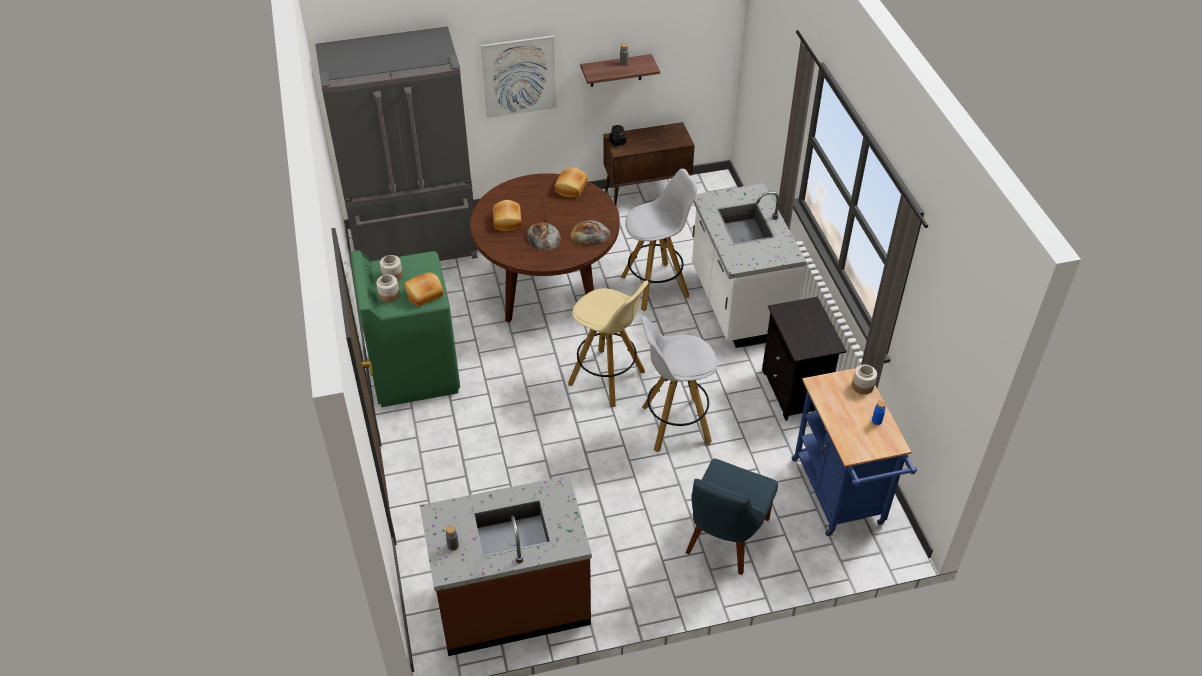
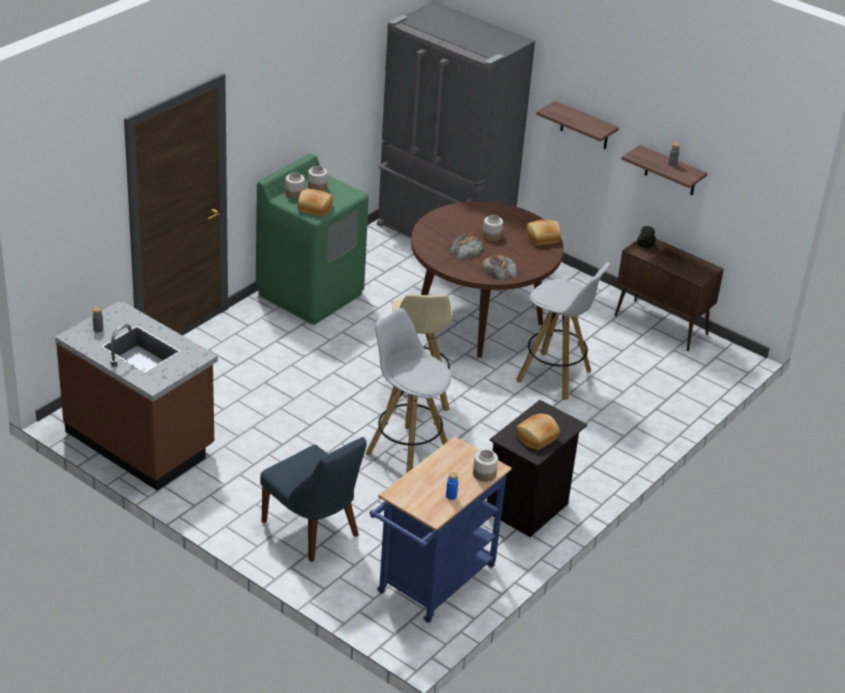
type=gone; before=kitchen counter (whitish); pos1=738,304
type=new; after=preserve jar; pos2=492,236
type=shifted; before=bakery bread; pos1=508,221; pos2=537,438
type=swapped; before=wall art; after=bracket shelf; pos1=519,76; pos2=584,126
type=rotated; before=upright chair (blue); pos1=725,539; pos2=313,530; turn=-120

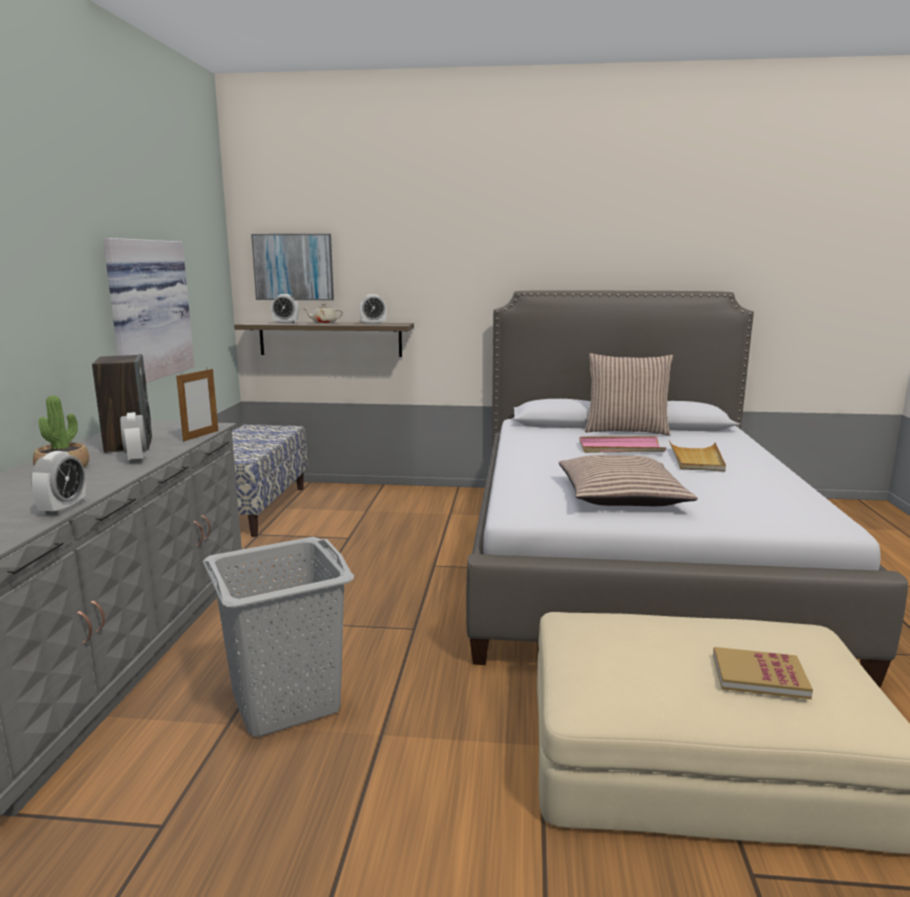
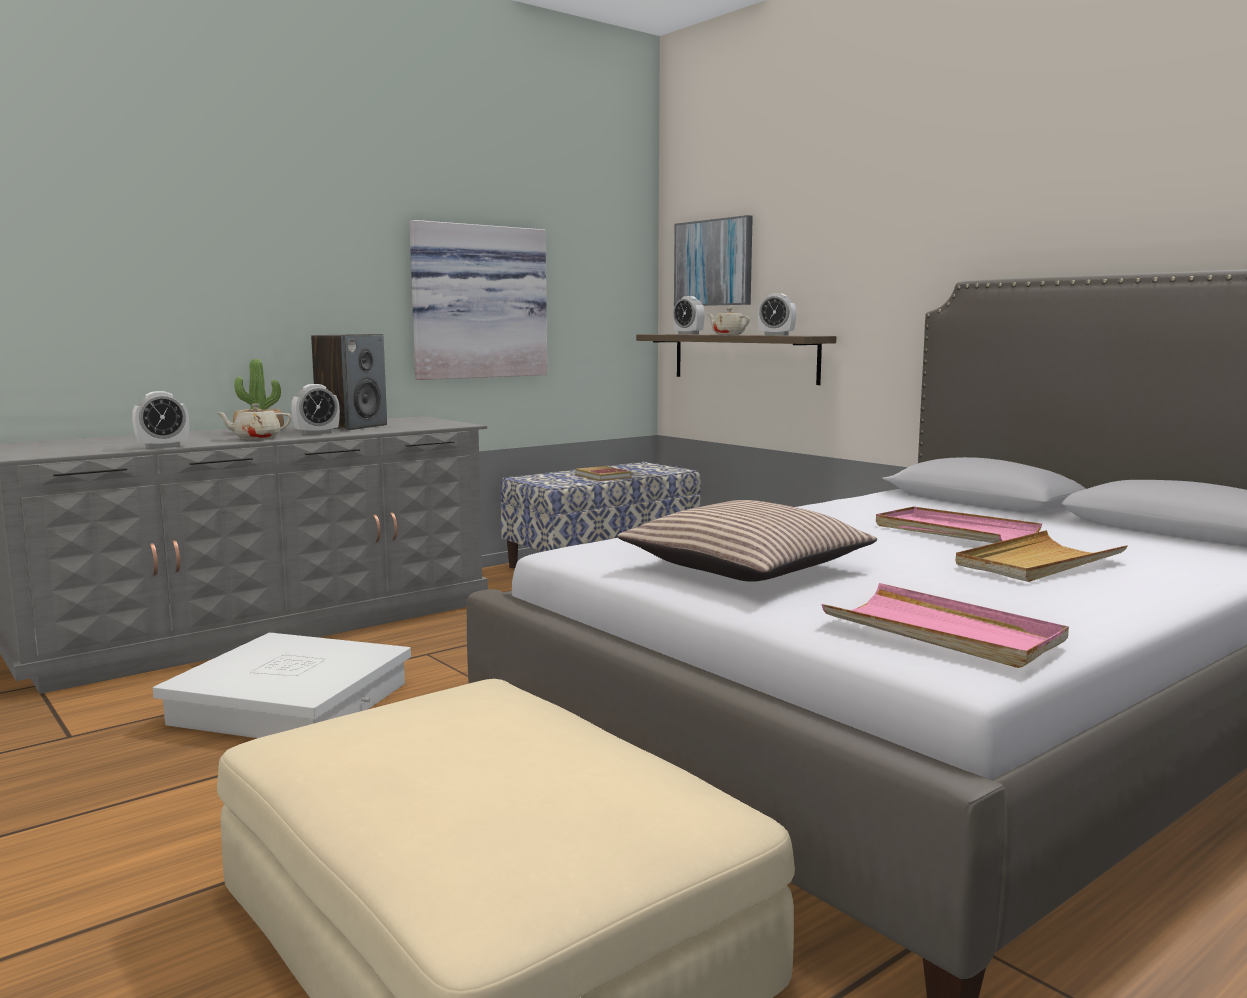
type=gone; before=picture frame; pos1=201,436
type=gone; before=pillow; pos1=626,430
type=new; after=pot for tea (sand-coloured); pos2=256,438
type=new; after=serving tray (pink-coloured); pos2=942,632
type=shifted; before=book; pos1=759,676; pos2=603,476
type=swapped; before=washing basket (greyish); after=storage bin (whitish); pos1=287,702; pos2=290,703
type=rotated; before=table clock; pos1=136,459; pos2=316,433; turn=-150

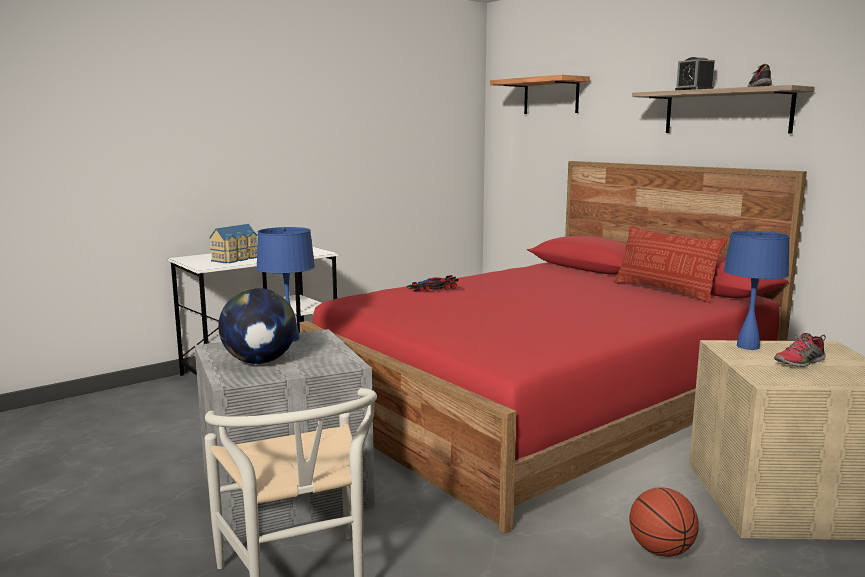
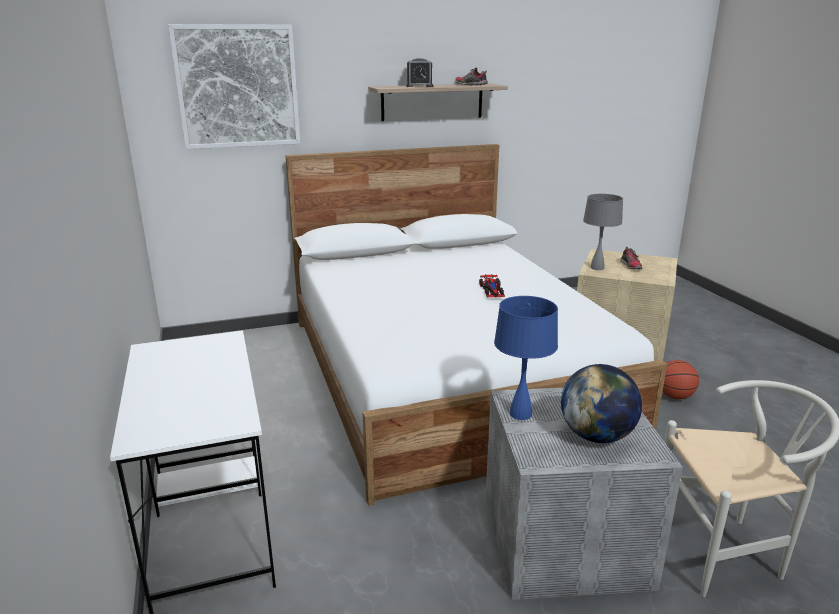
type=gone; before=model house; pos1=236,259
type=gone; before=pillow; pos1=664,291
type=shifted; before=miniature car; pos1=432,288; pos2=492,290
type=swapped; before=bracket shelf; after=wall art; pos1=551,96; pos2=237,87
type=repainted; before=sleeping bed (reddish); after=sleeping bed (whitish); pos1=546,404; pos2=446,373
type=repainted; before=lamp for a table (blue); after=lamp for a table (greyish); pos1=747,346; pos2=596,268

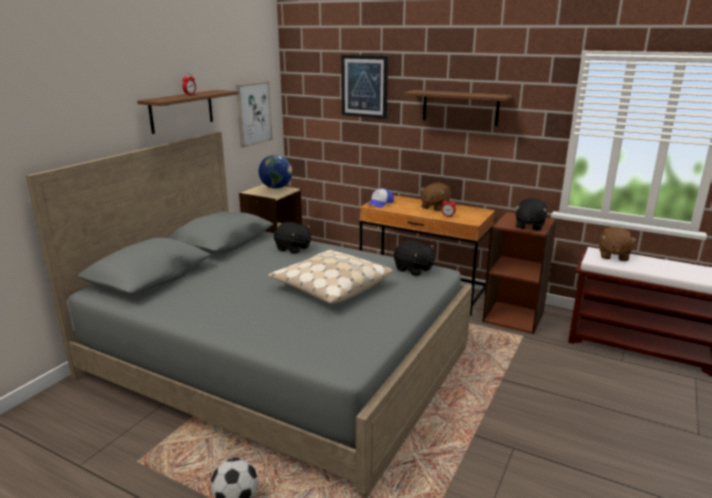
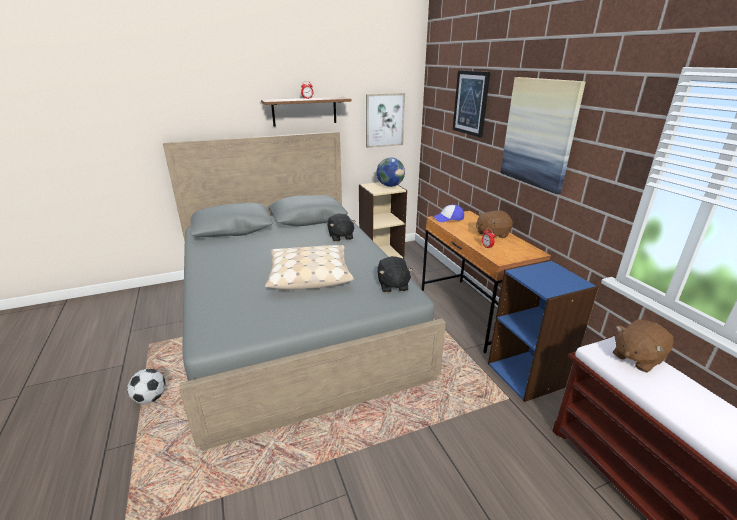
type=gone; before=plush toy (black); pos1=529,226
type=swapped; before=bracket shelf (brown-coloured); after=wall art; pos1=460,107; pos2=539,133
type=repainted; before=shelving unit (brown-coloured); after=shelving unit (blue); pos1=513,316; pos2=527,374

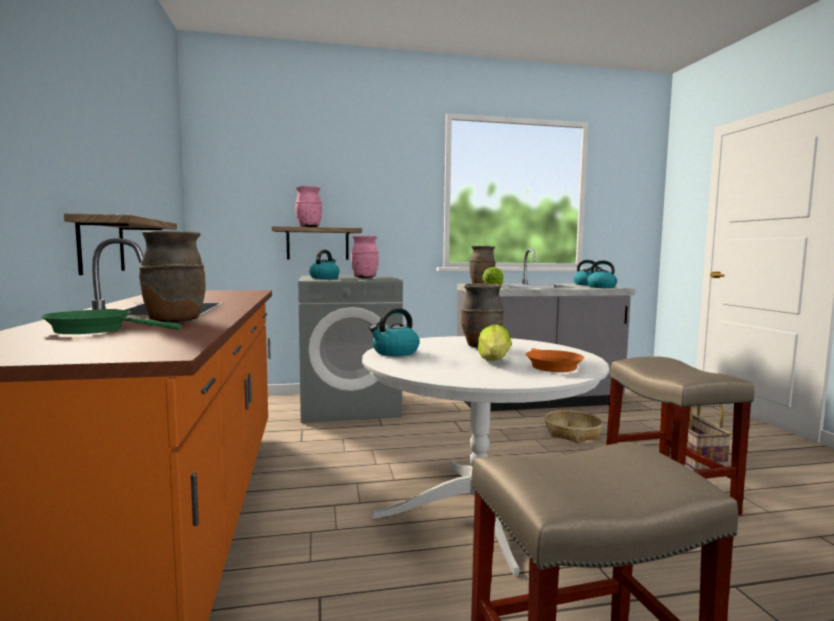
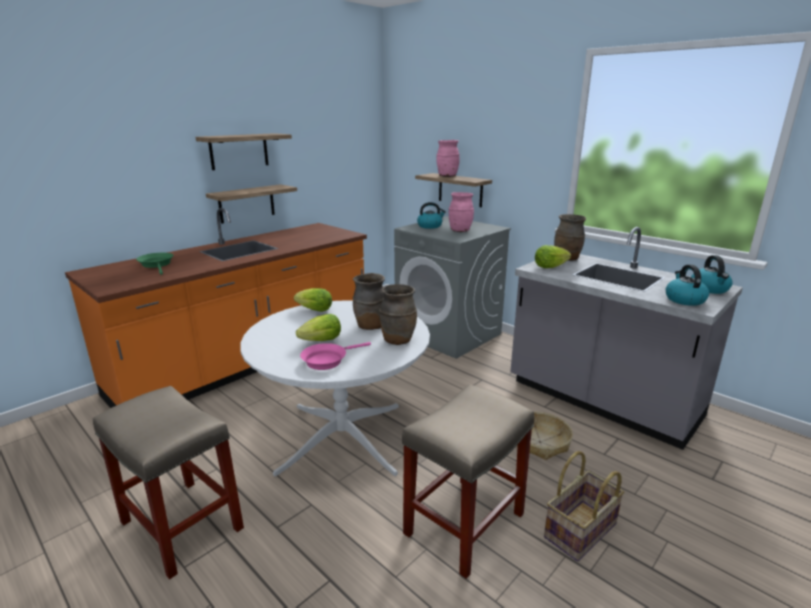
type=new; after=bracket shelf; pos2=239,151
type=shifted; before=decorative vase (brown-coloured); pos1=174,321; pos2=398,340
type=swapped; before=tea kettle; after=lettuce; pos1=395,352; pos2=315,310
type=repainted; before=frying pan (orange-coloured); after=frying pan (pink-coloured); pos1=551,366; pos2=327,360

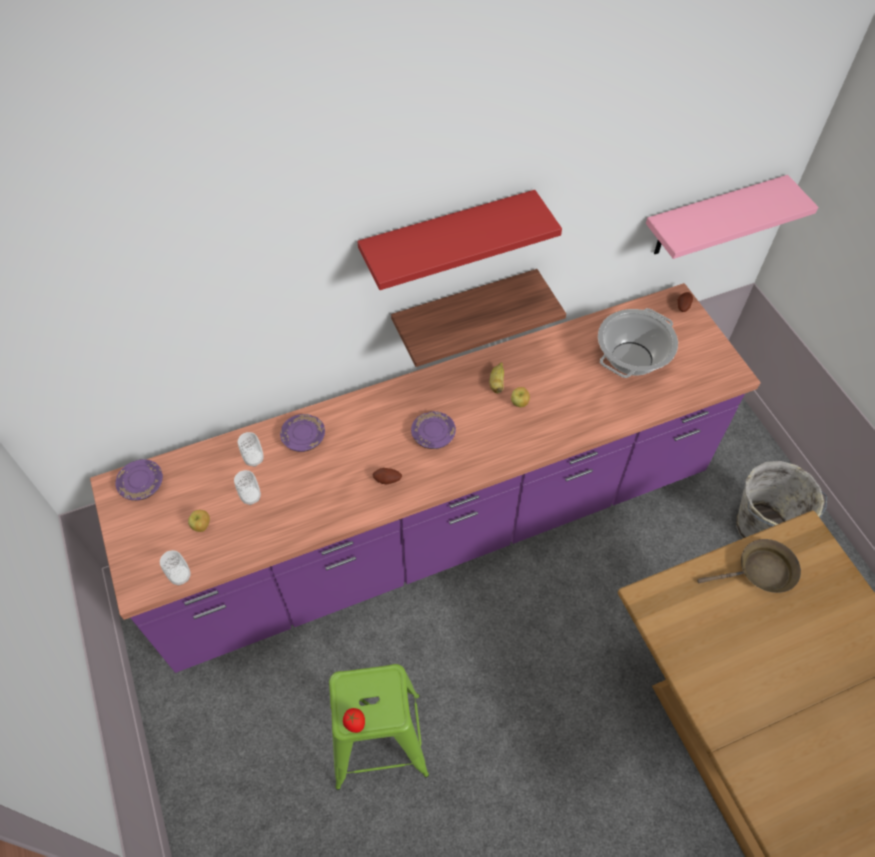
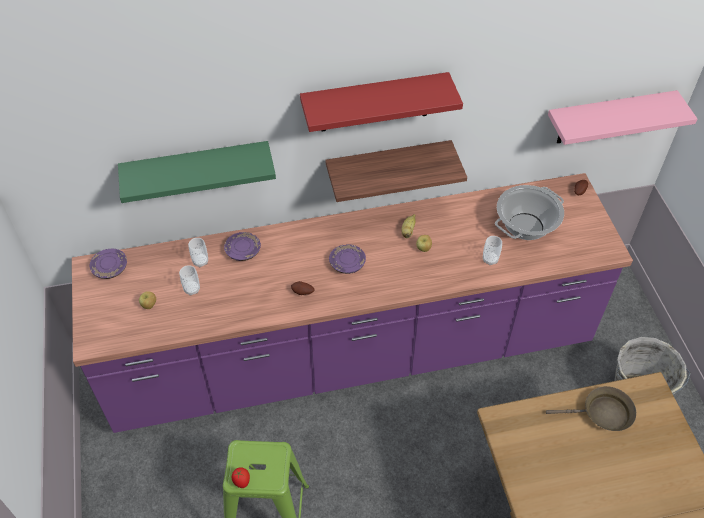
type=new; after=bracket shelf (greenish); pos2=197,170
type=shifted; before=drinking cup; pos1=180,576; pos2=490,259

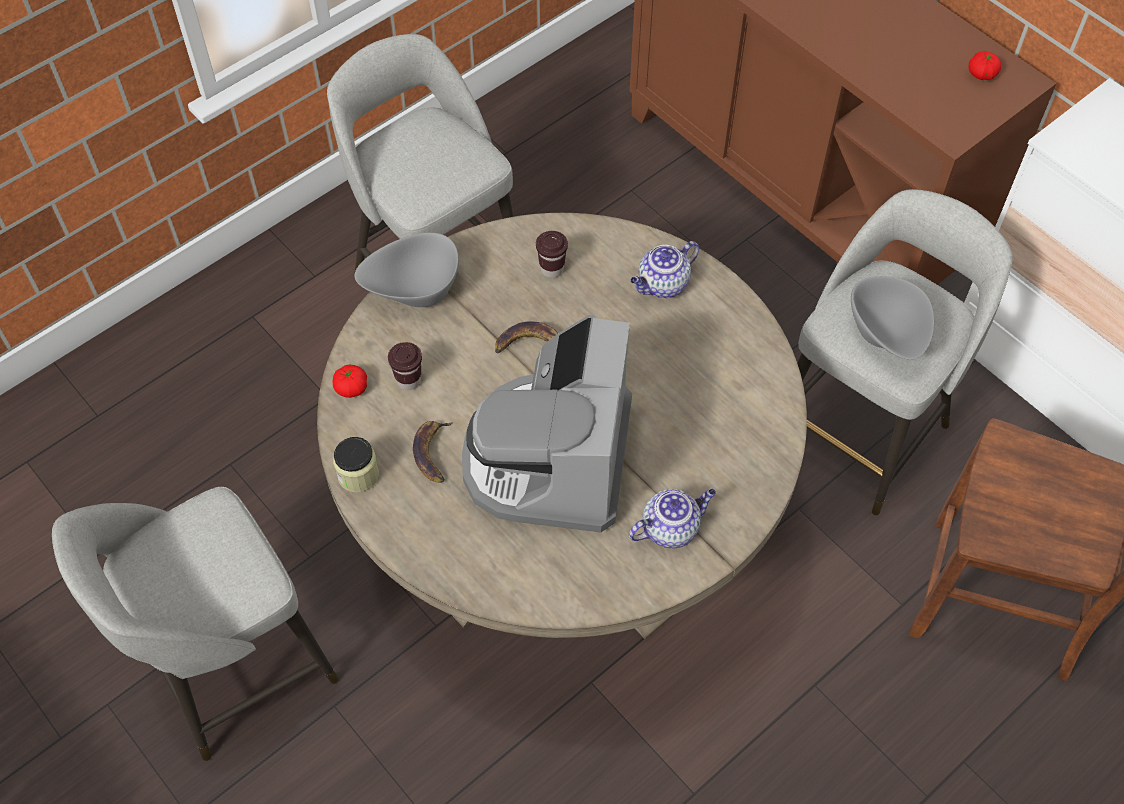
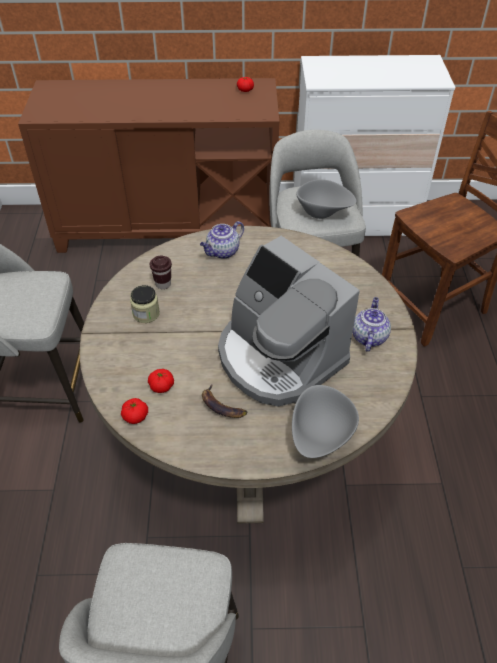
type=gone; before=banana fruit; pos1=529,343
type=shifted; before=preserve jar; pos1=358,475; pos2=146,314
type=shifted; before=serving bowl (greyish); pos1=414,291; pos2=319,439
type=swapped; before=drinking cup (brown-coloured); after=fresh tomato; pos1=408,380; pos2=161,386
type=rotated; before=pot for tea; pos1=662,285; pos2=222,252; turn=45

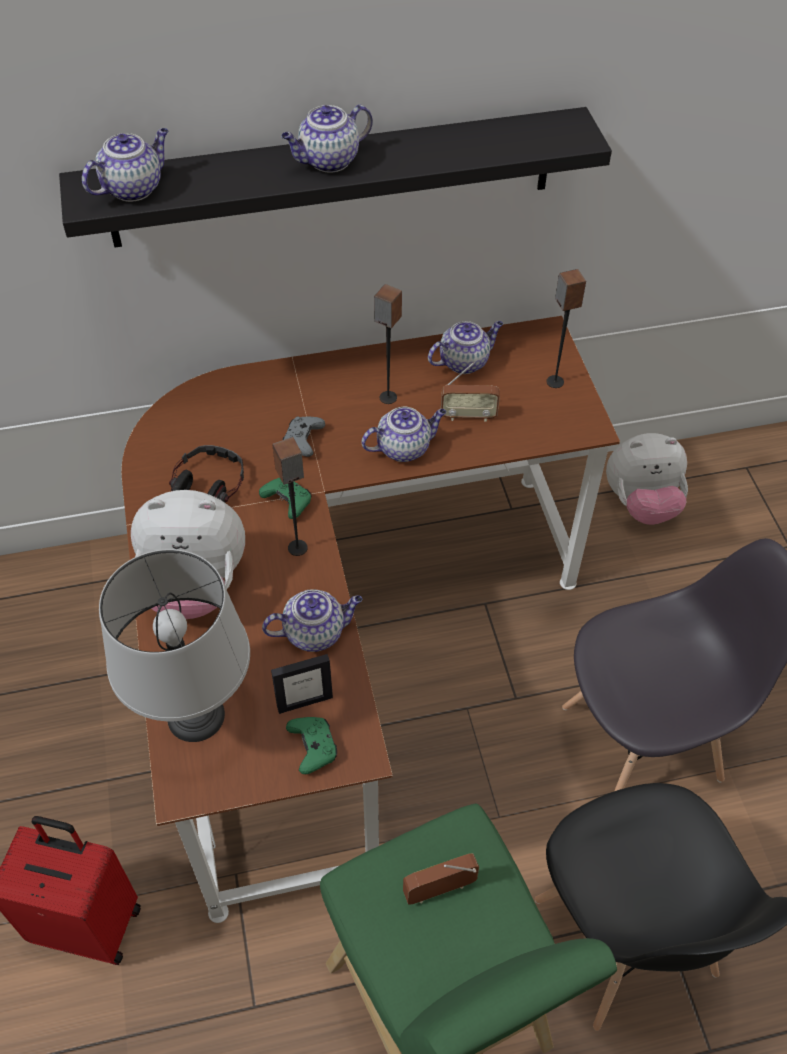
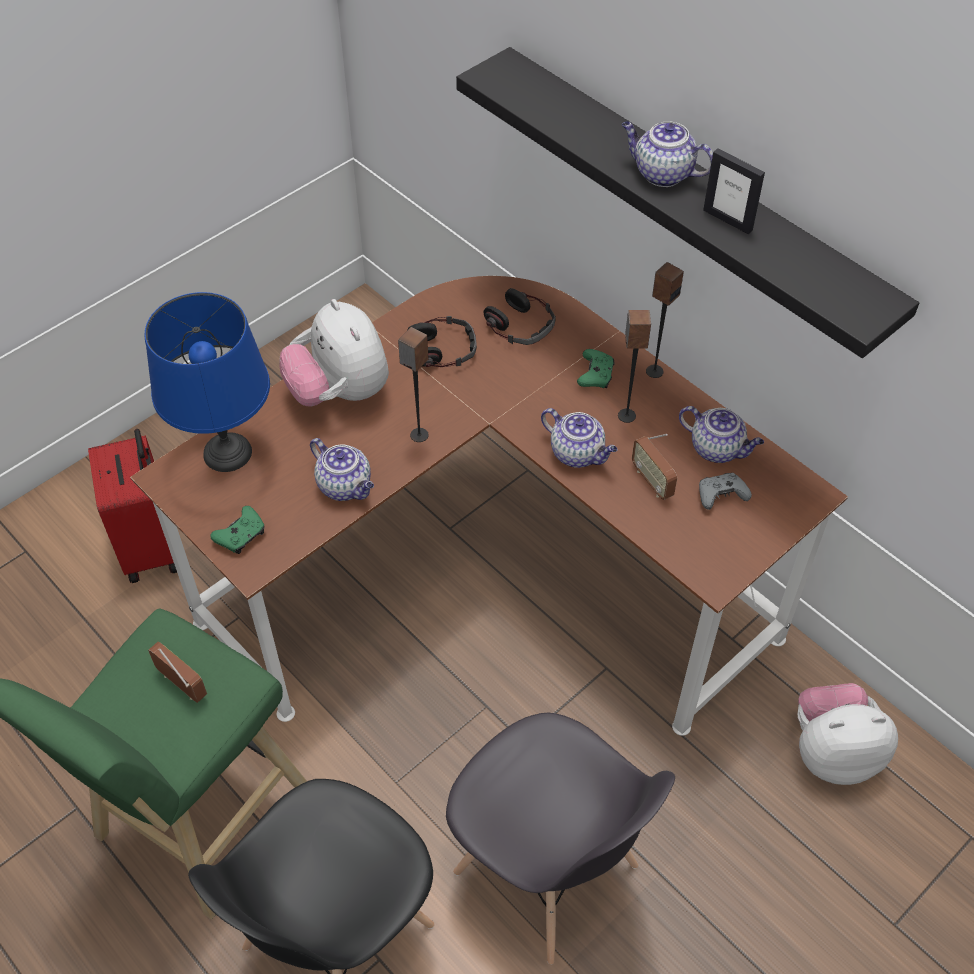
type=gone; before=pot for tea; pos1=133,188
type=new; after=pair of headphones; pos2=520,325
type=shifted; before=joypad (greenish); pos1=288,502; pos2=595,375
type=shifted; before=picture frame; pos1=304,702; pos2=728,220
type=shifted; before=joypad (greyish); pos1=303,441; pos2=721,496
type=shifted; before=audio speaker; pos1=554,382; pos2=654,371
type=repainted; before=lamp for a table (greyish); after=lamp for a table (blue); pos1=196,717; pos2=226,453
type=rotated; before=plush toy; pos1=641,504; pos2=832,752; turn=120

